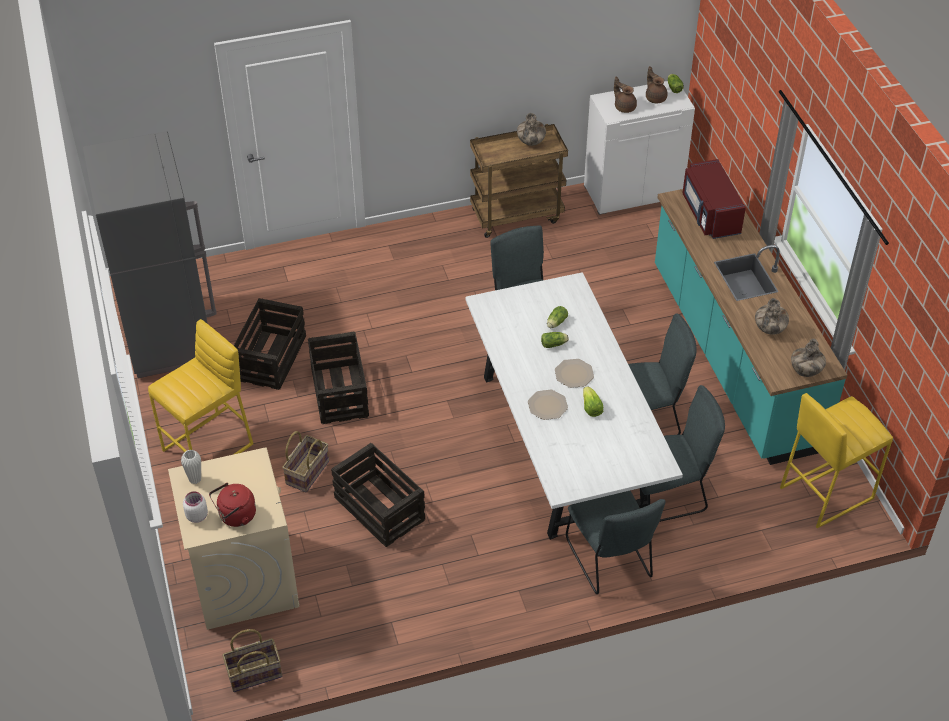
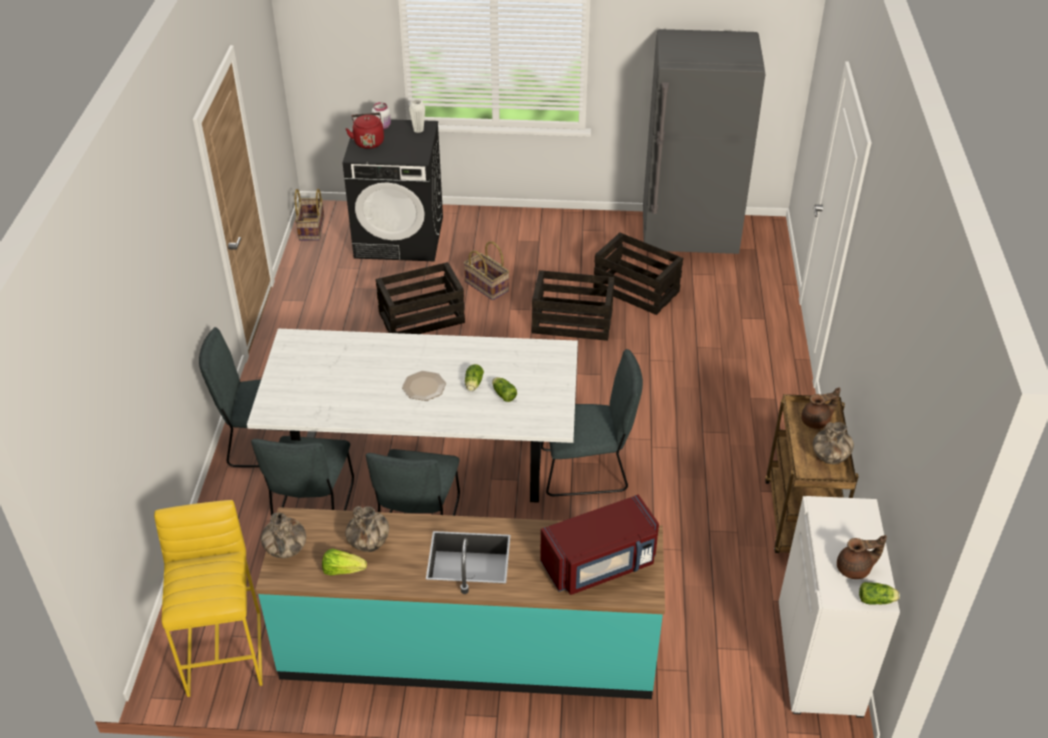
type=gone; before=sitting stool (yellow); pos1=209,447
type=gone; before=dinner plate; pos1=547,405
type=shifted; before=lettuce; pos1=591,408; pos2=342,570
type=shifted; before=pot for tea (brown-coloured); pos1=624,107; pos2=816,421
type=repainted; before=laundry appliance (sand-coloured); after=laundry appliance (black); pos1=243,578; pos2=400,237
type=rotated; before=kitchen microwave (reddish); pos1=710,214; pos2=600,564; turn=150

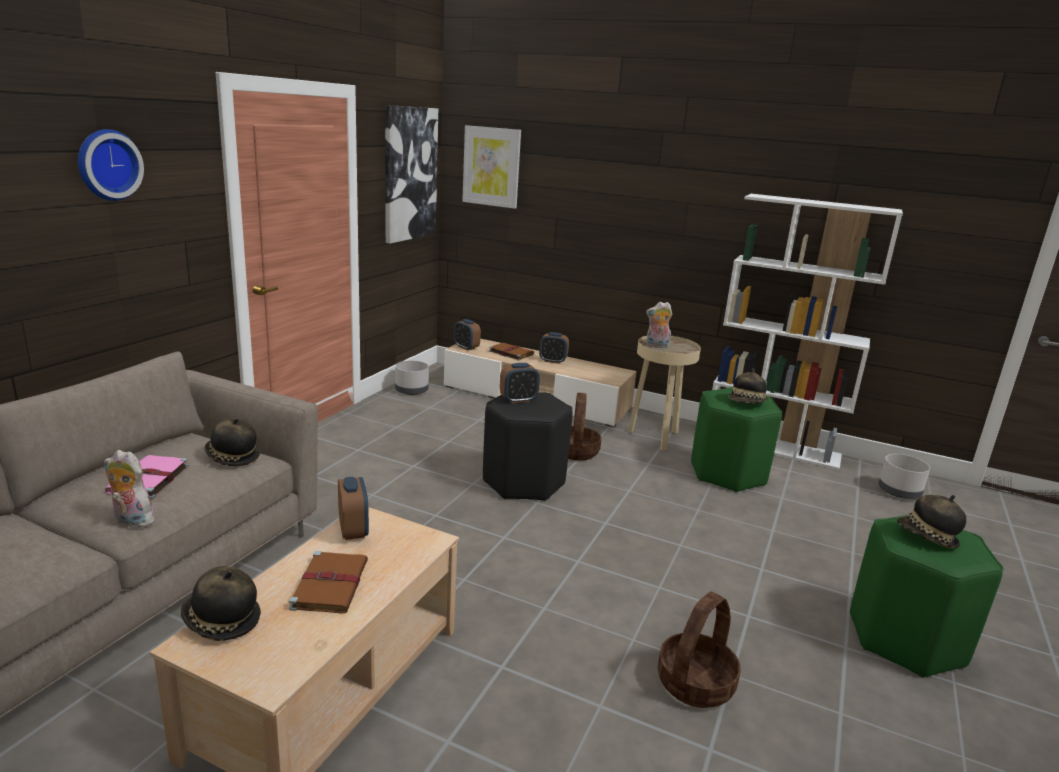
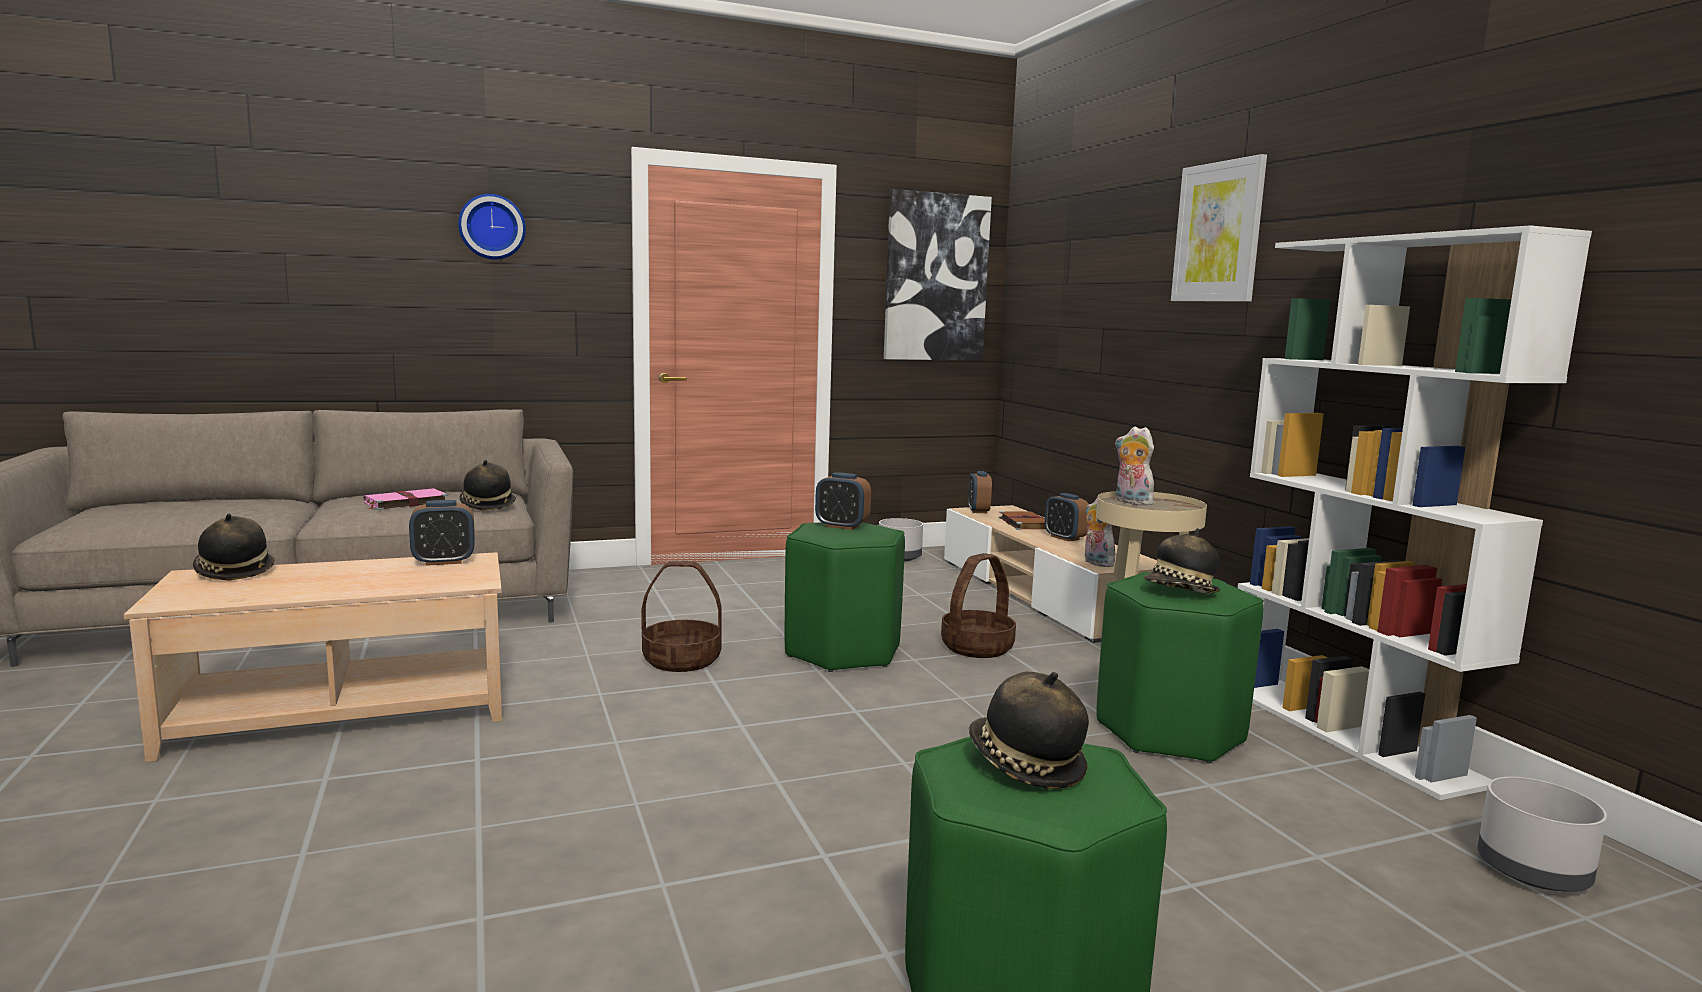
type=gone; before=book (brown-coloured); pos1=330,584
type=shifted; before=plush toy; pos1=131,521; pos2=1095,563
type=shifted; before=wall art; pos1=491,166; pos2=1218,232
type=shifted; before=storage basket; pos1=695,684; pos2=681,660
type=repainted; before=sitting stool (black); after=sitting stool (greenish); pos1=524,482; pos2=844,652
type=rotated; before=table clock; pos1=353,530; pos2=444,561; turn=45

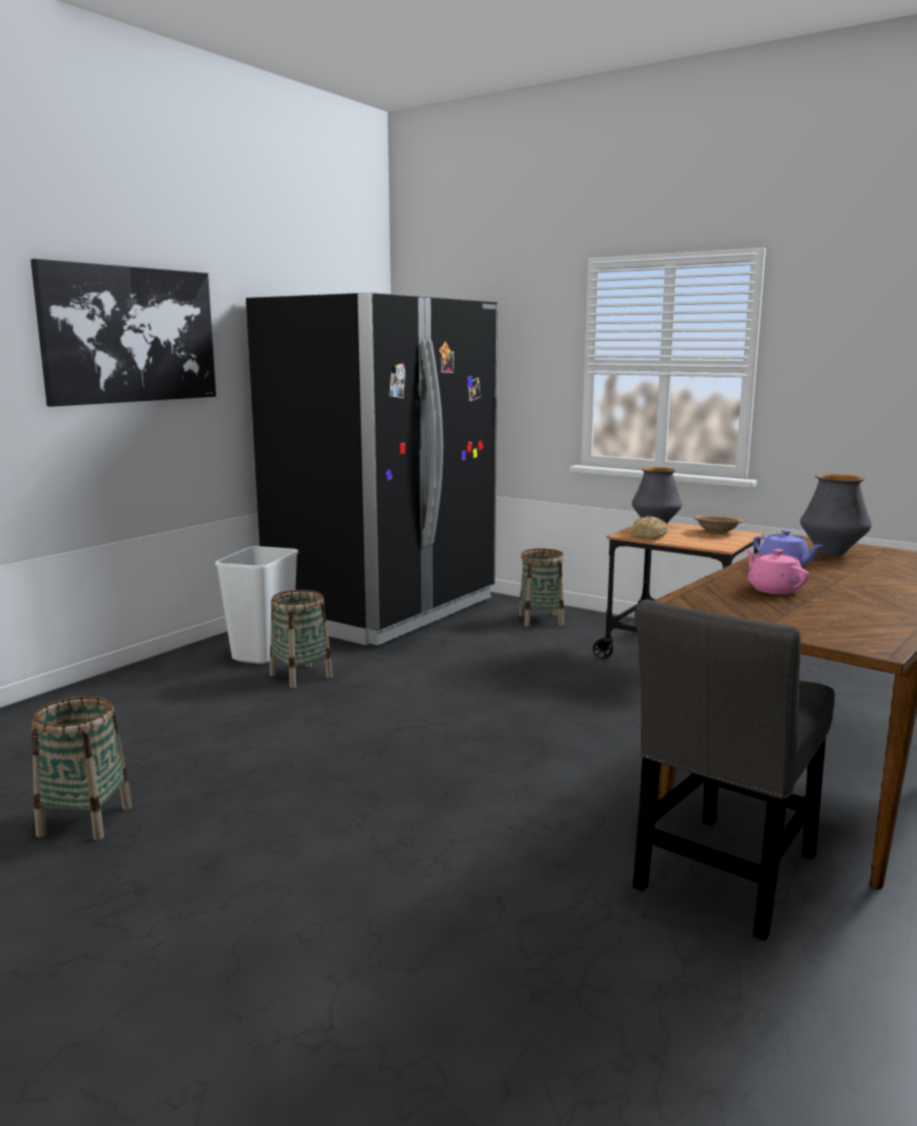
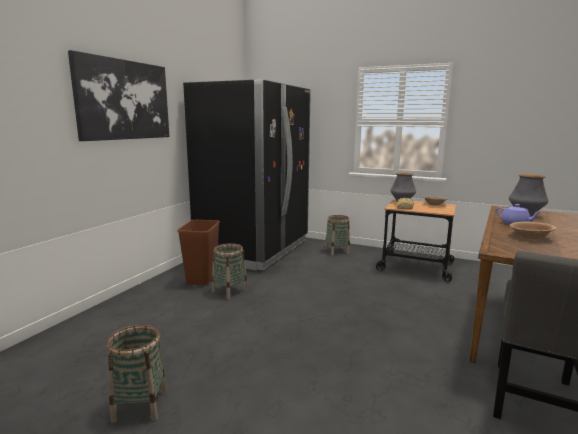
type=swapped; before=pot for tea (pink-coloured); after=serving bowl (brown-coloured); pos1=773,589; pos2=530,237
type=repainted; before=rubbish bin (whitish); after=rubbish bin (brown-coloured); pos1=262,653; pos2=201,279

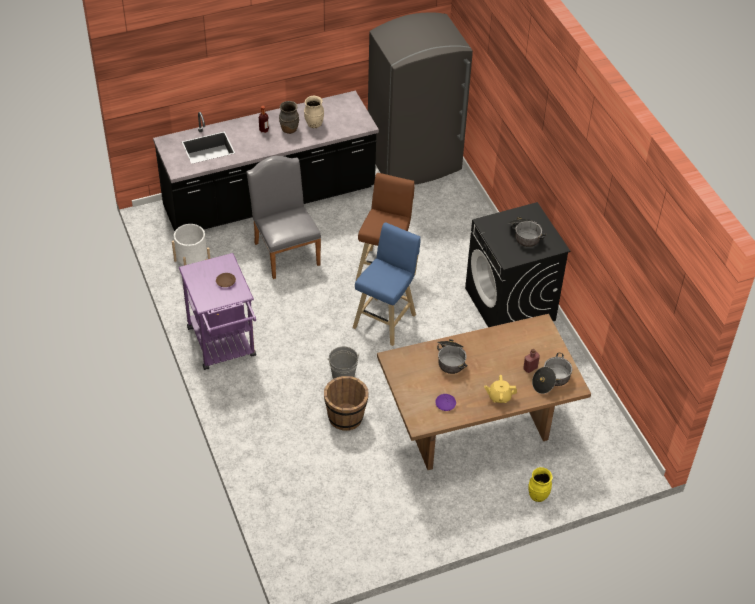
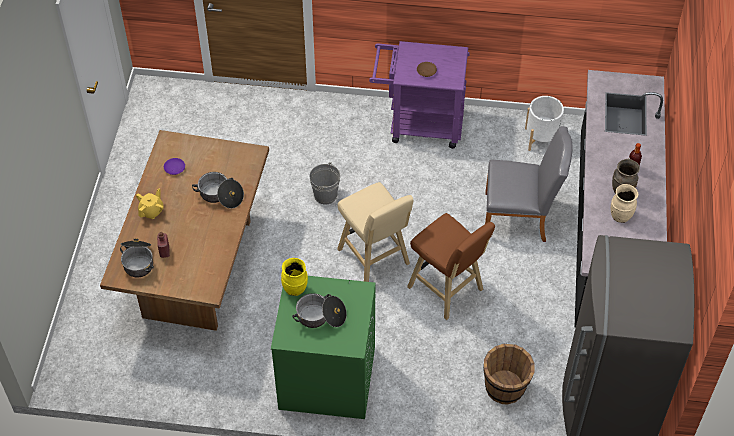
type=shifted; before=water bucket (brown-coloured); pos1=346,417; pos2=505,388
type=shifted; before=decorative vase (yellow); pos1=538,495; pos2=295,289
type=repainted; before=sitting stool (blue); after=sitting stool (sand-coloured); pos1=386,319; pos2=375,259
type=repainted; before=laundry appliance (black); after=laundry appliance (greenish); pos1=510,305; pos2=326,378

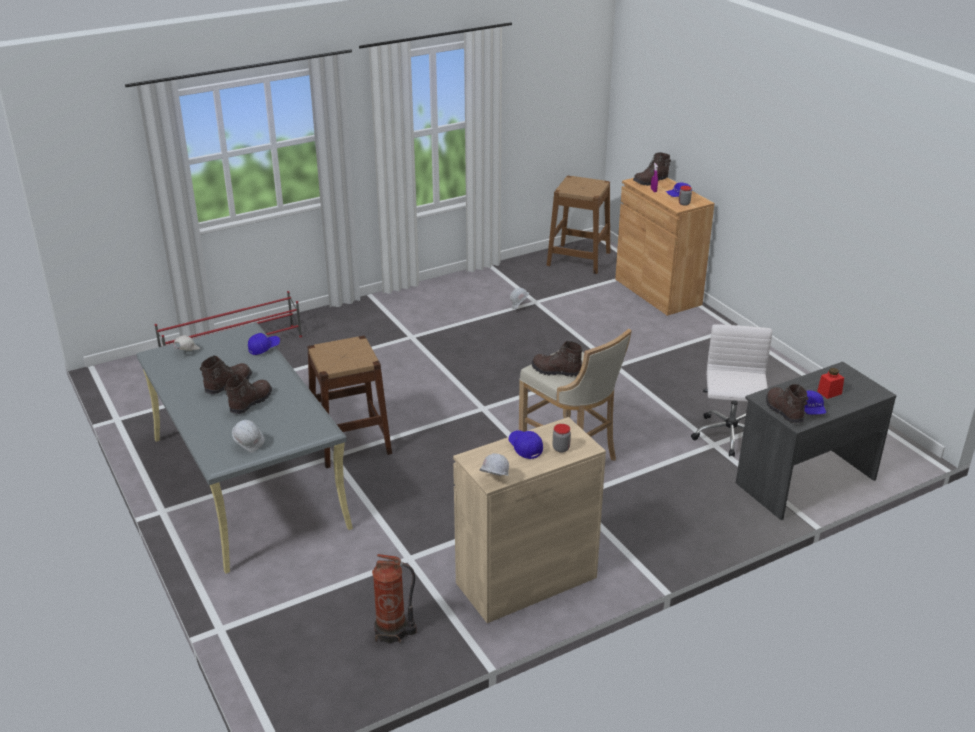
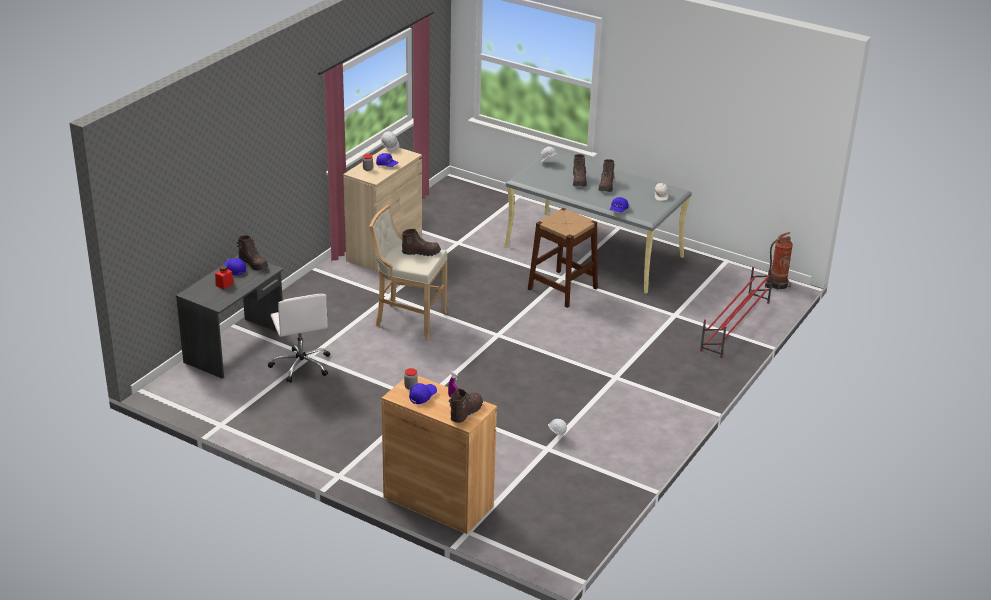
type=gone; before=sitting stool (brown-coloured); pos1=578,258
type=shifted; before=fire extinguisher; pos1=393,631; pos2=776,284

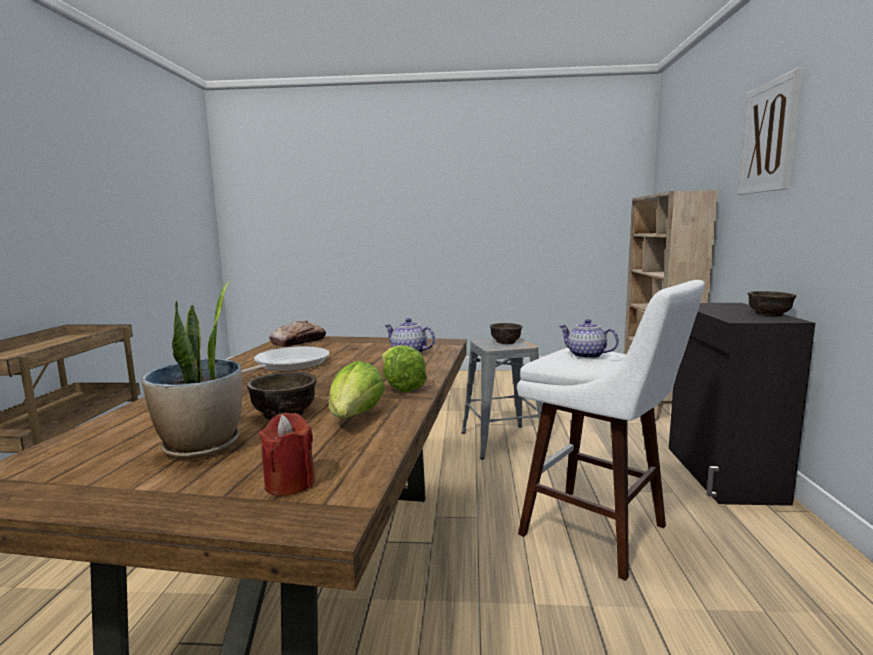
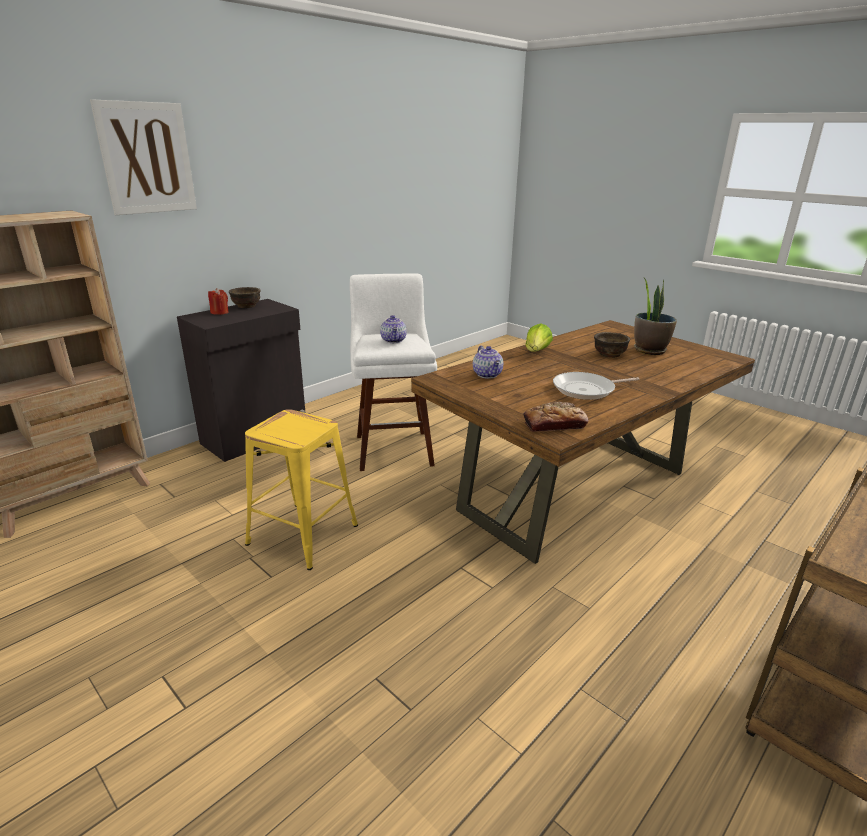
type=gone; before=lettuce; pos1=355,418
type=gone; before=serving bowl (brown-coloured); pos1=505,342
type=shifted; before=candle (reddish); pos1=290,484; pos2=219,312
type=repainted; before=sitting stool (greyish); after=sitting stool (yellow); pos1=502,441; pos2=302,535

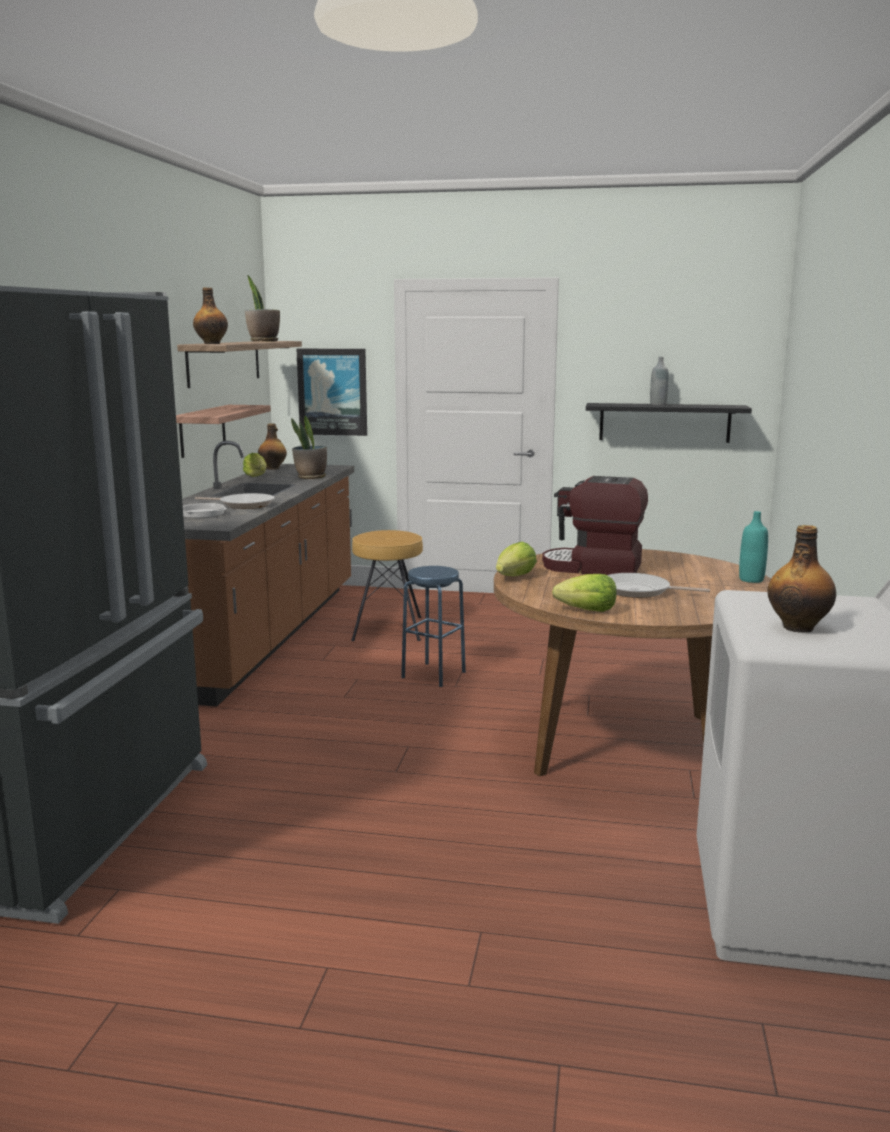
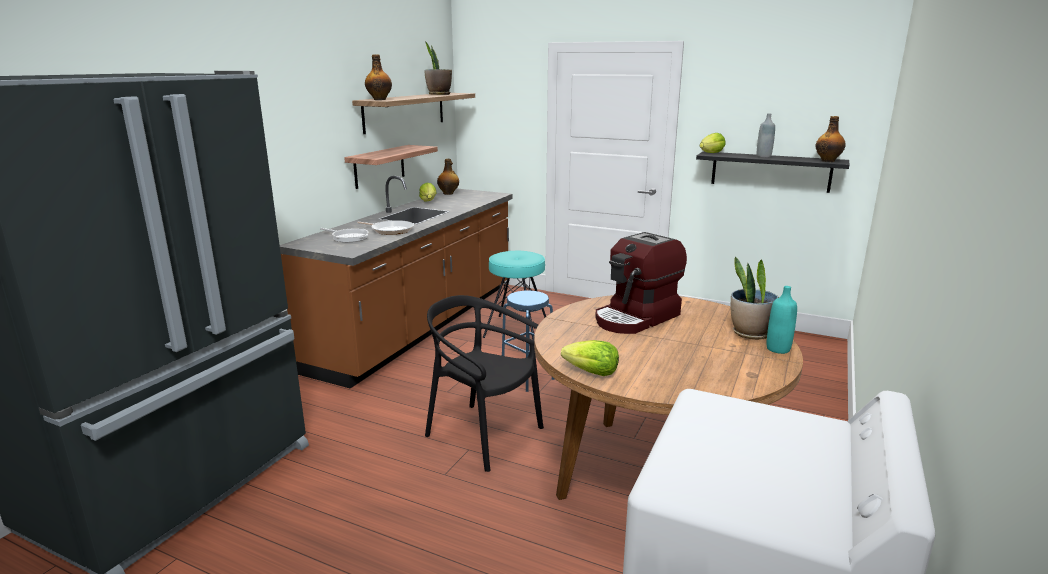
type=gone; before=wall art; pos1=332,392
type=gone; before=frying pan; pos1=639,591
type=new; after=upright chair (black); pos2=483,435
type=shifted; before=potted plant; pos1=310,477; pos2=750,333
type=shifted; before=lettuce; pos1=515,577; pos2=711,153
type=shifted; before=bottle; pos1=798,627; pos2=828,161
type=repainted; before=sitting stool (brown-coloured); after=sitting stool (blue-green); pos1=388,628; pos2=516,329
type=rotated; before=coffee maker; pos1=593,568; pos2=637,318; turn=-75

